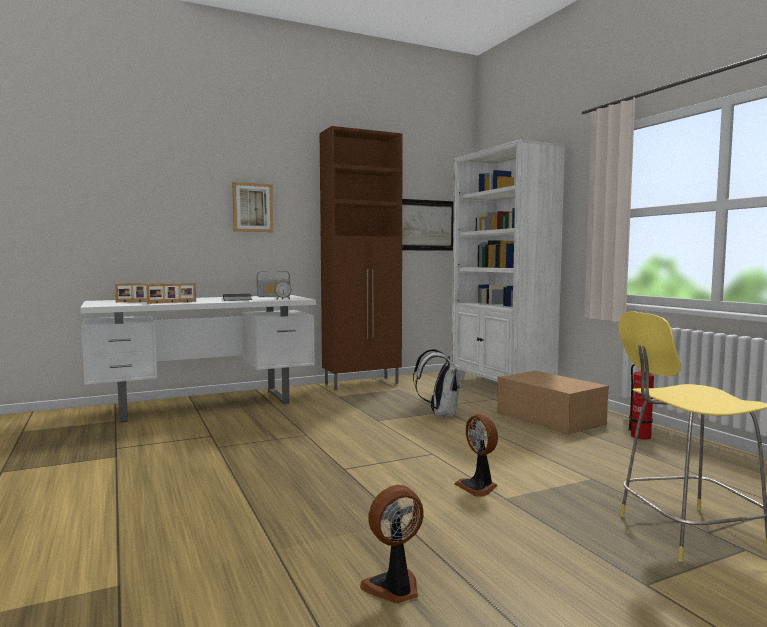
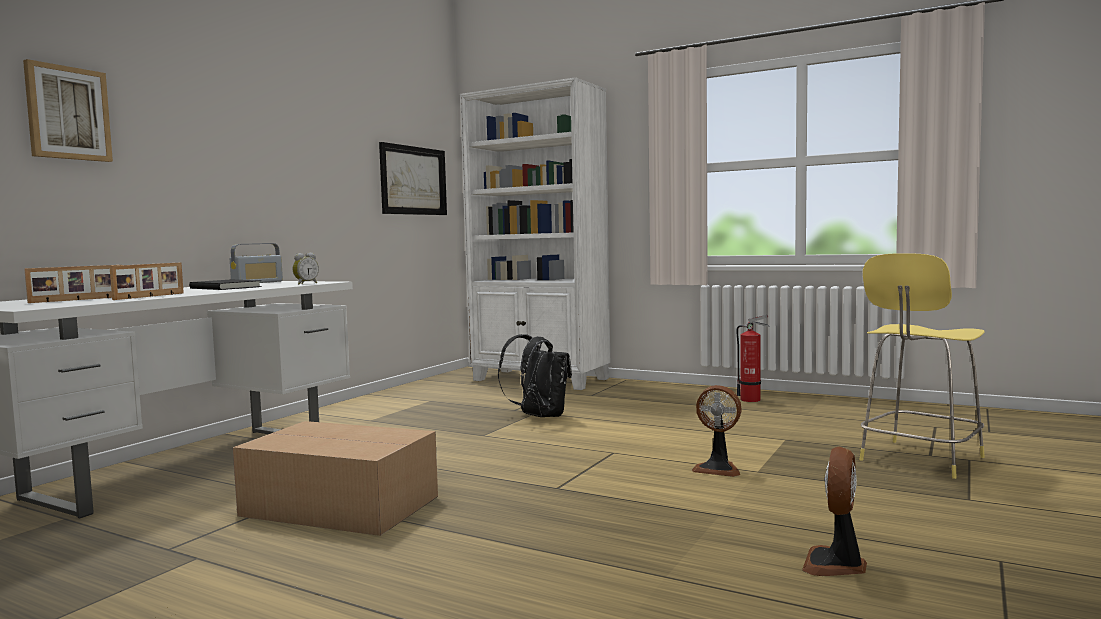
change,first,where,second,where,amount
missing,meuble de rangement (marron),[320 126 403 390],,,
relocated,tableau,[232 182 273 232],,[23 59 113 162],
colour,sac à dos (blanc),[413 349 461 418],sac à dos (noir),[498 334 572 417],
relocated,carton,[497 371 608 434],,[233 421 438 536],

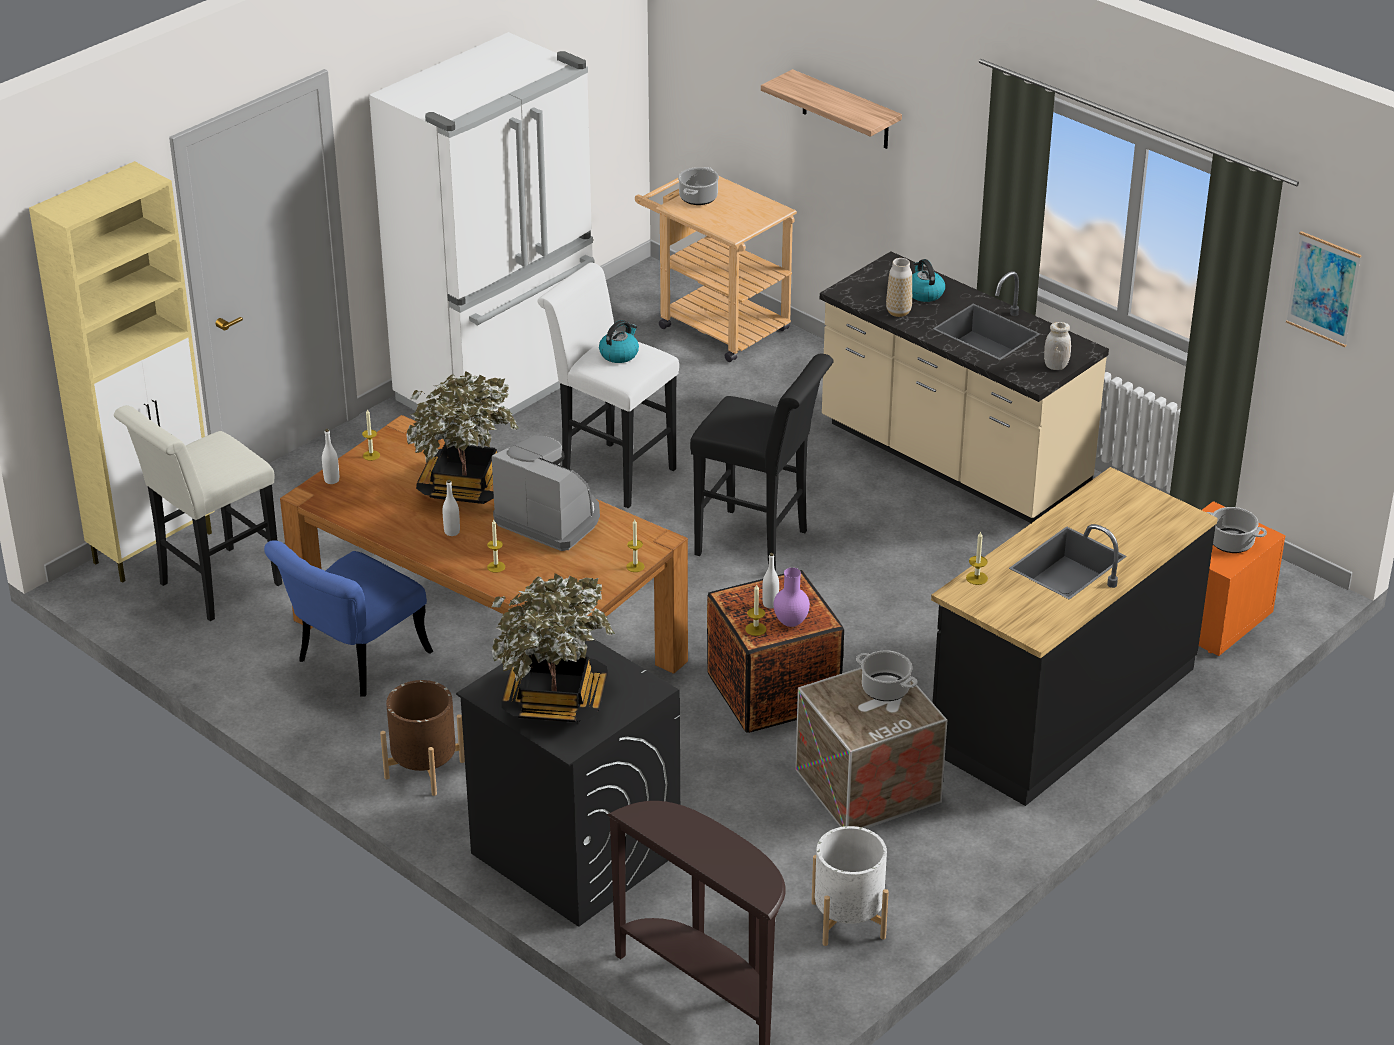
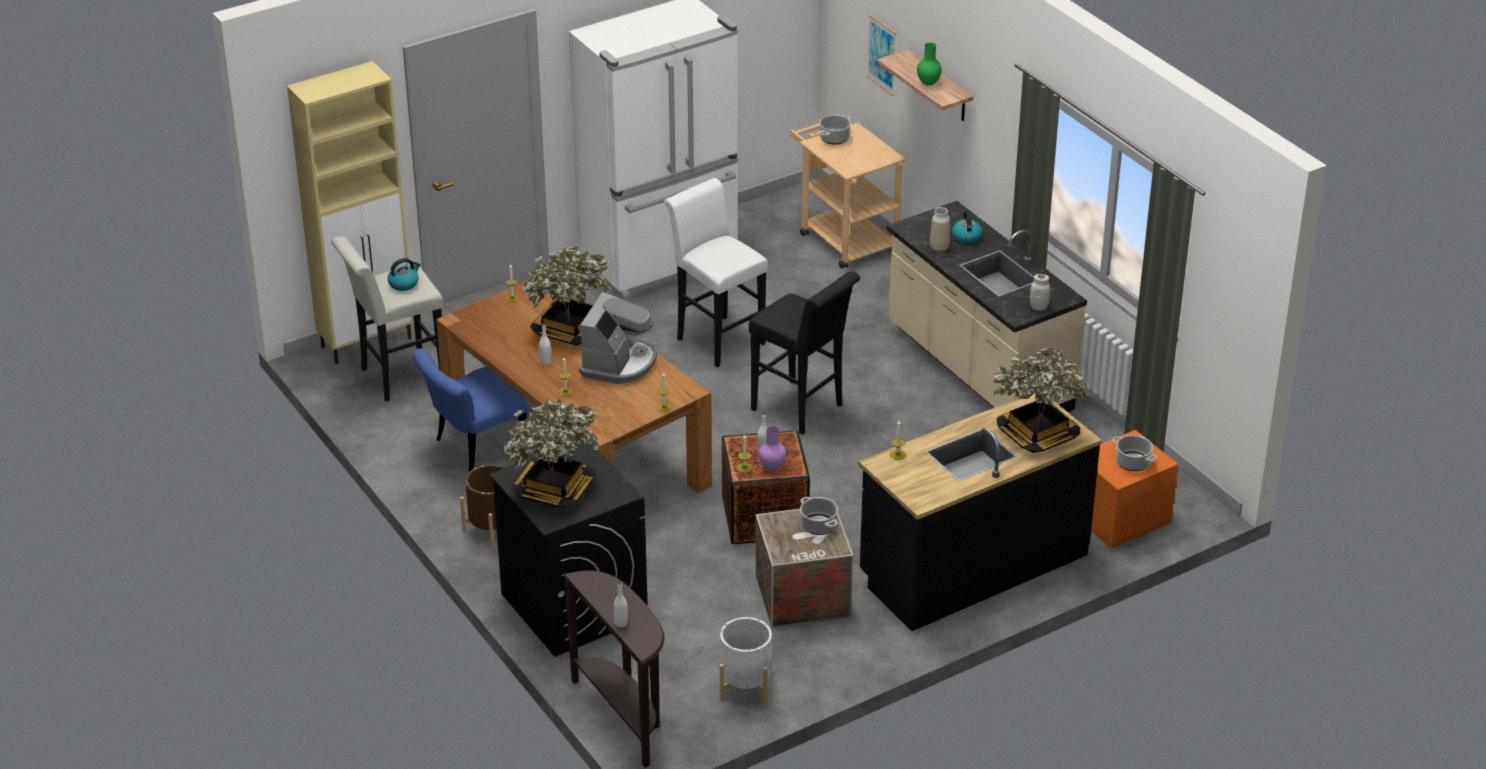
change,first,where,second,where,amount
relocated,tableau,[1286 231 1361 347],,[866 14 897 96],
relocated,bouilloire,[599 320 639 363],,[387 258 421 291],
relocated,bouteille (blanc),[322 429 339 484],,[614 582 628 627],
spun,machine à café,[492 436 600 551],,[579 292 657 384],60 degrees clockwise
appeared,,,vase (vert),[917 43 942 85],
appeared,,,plante en pot,[991 347 1089 453],

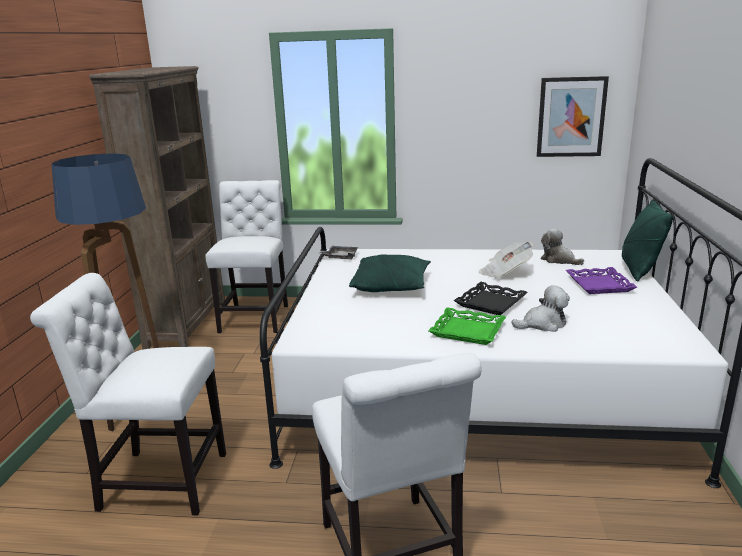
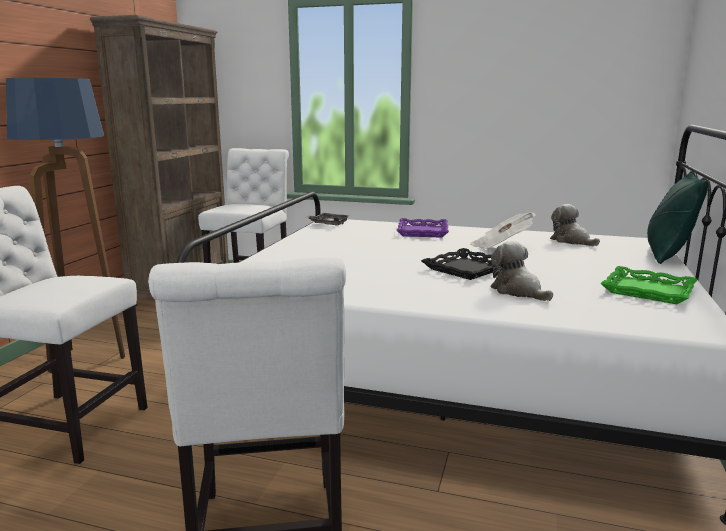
change,first,where,second,where,amount
missing,tableau,[537 76 609 157],,,
missing,coussin (vert),[349 255 431 292],,,
relocated,plateau (violet),[566 267 637 294],,[397 218 449 238],
spun,peluche,[512 285 570 332],,[490 241 553 301],120 degrees counterclockwise
relocated,plateau (vert),[428 307 506 345],,[600 266 698 304],

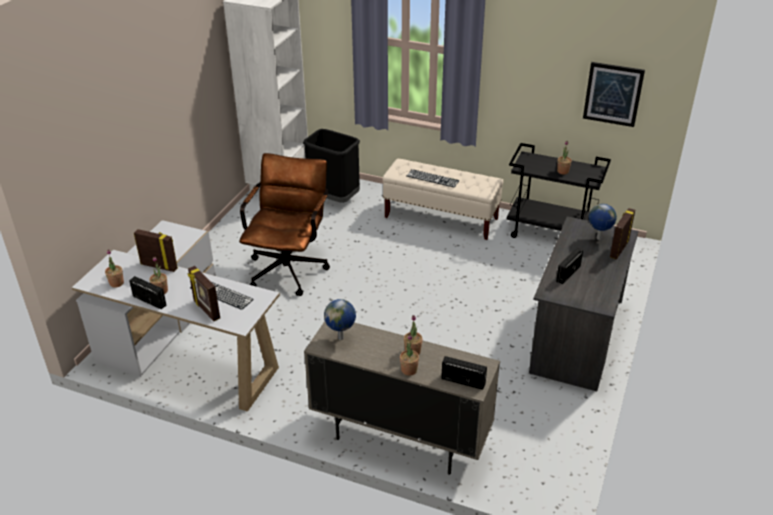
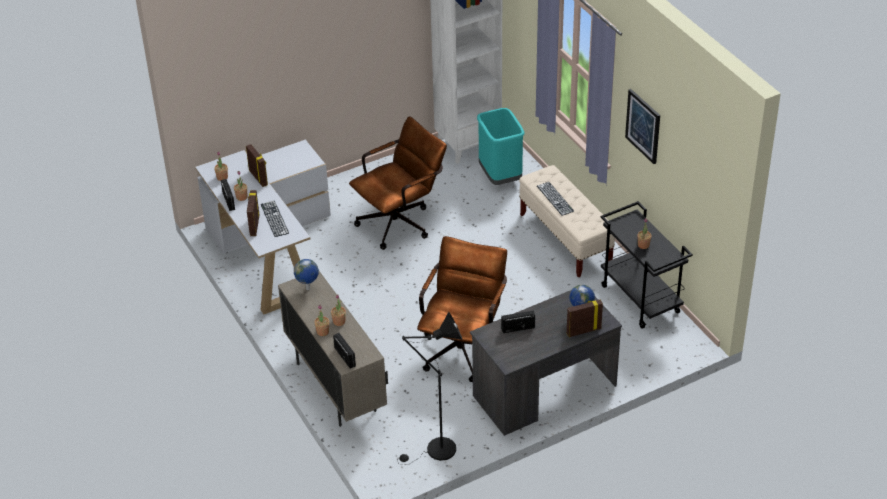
change,first,where,second,where,amount
relocated,tableau,[583 62 645 127],,[625 89 660 164],
colour,poubelle (noir),[303 129 360 203],poubelle (turquoise),[477 108 524 185],
appeared,,,chaise de bureau (marron),[417 236 507 382],
appeared,,,lampadaire (noir),[397 312 463 465],

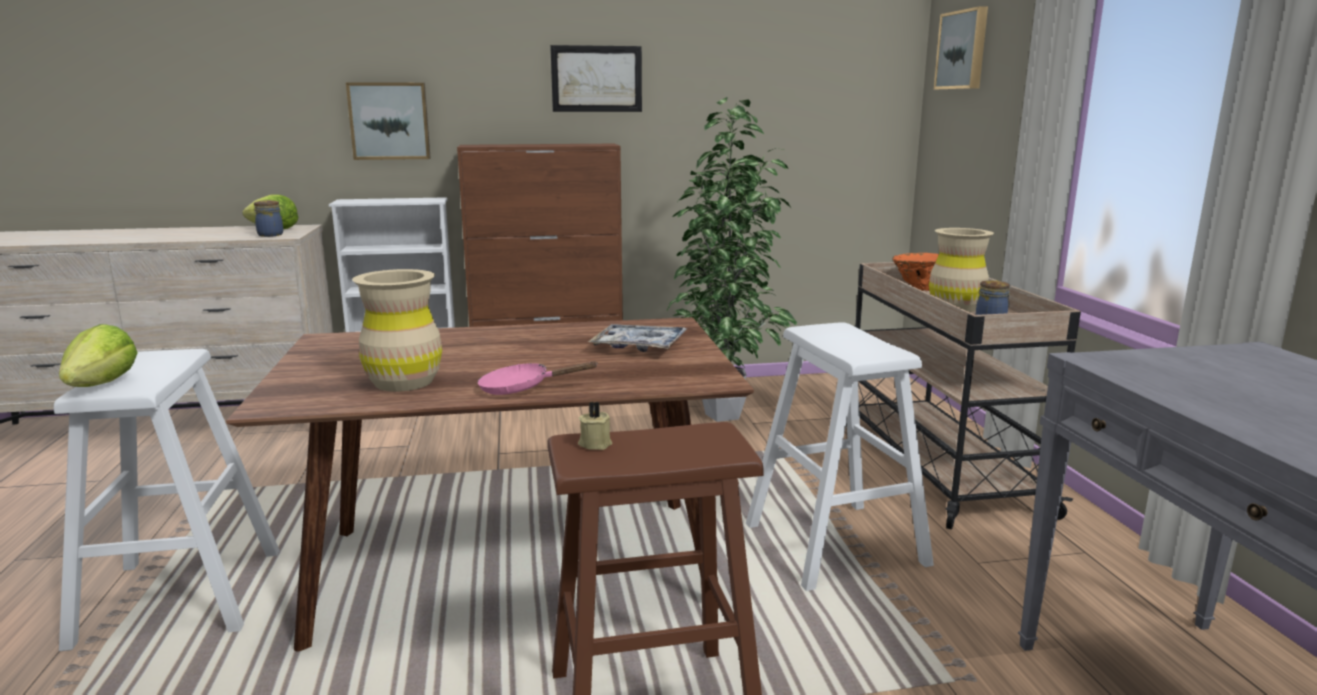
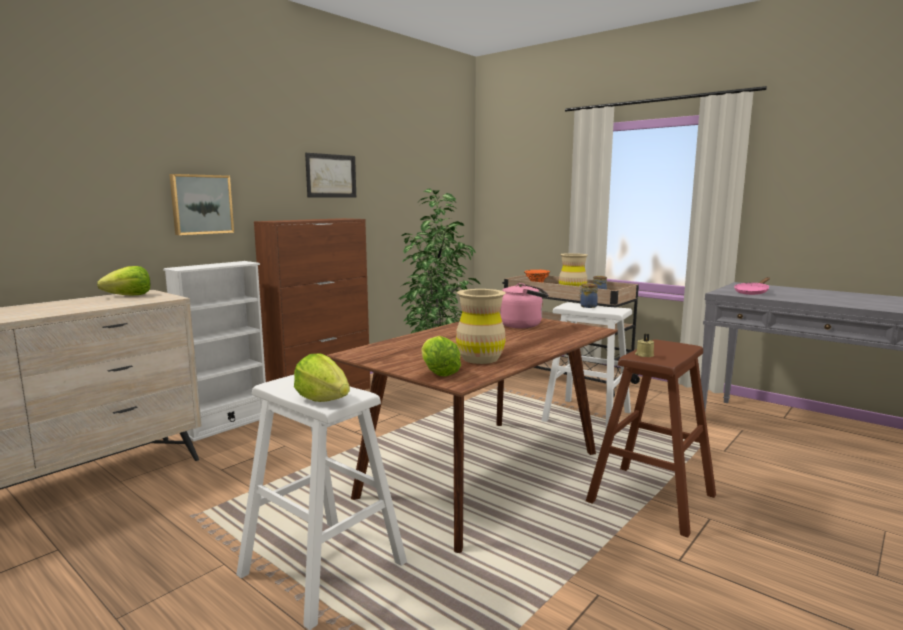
change,first,where,second,where,amount
missing,tableau,[934 6 988 90],,,
relocated,bocal,[254 200 283 237],,[579 283 598 308],
exchanged,plateau,[588 324 687 352],bouilloire (rose),[500 283 549 328],
relocated,poêle (rose),[478 361 598 395],,[734 277 770 295],
appeared,,,laitue,[421 336 461 377],

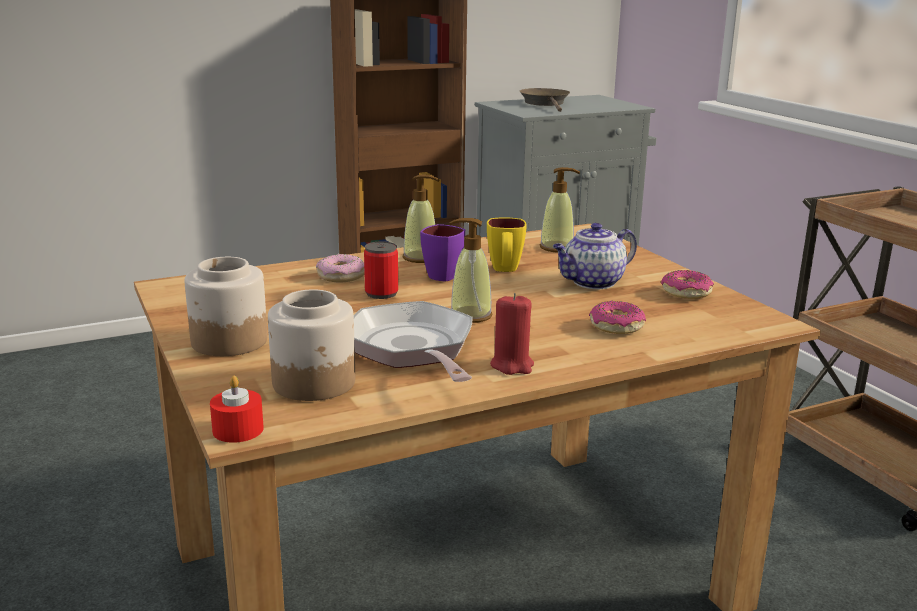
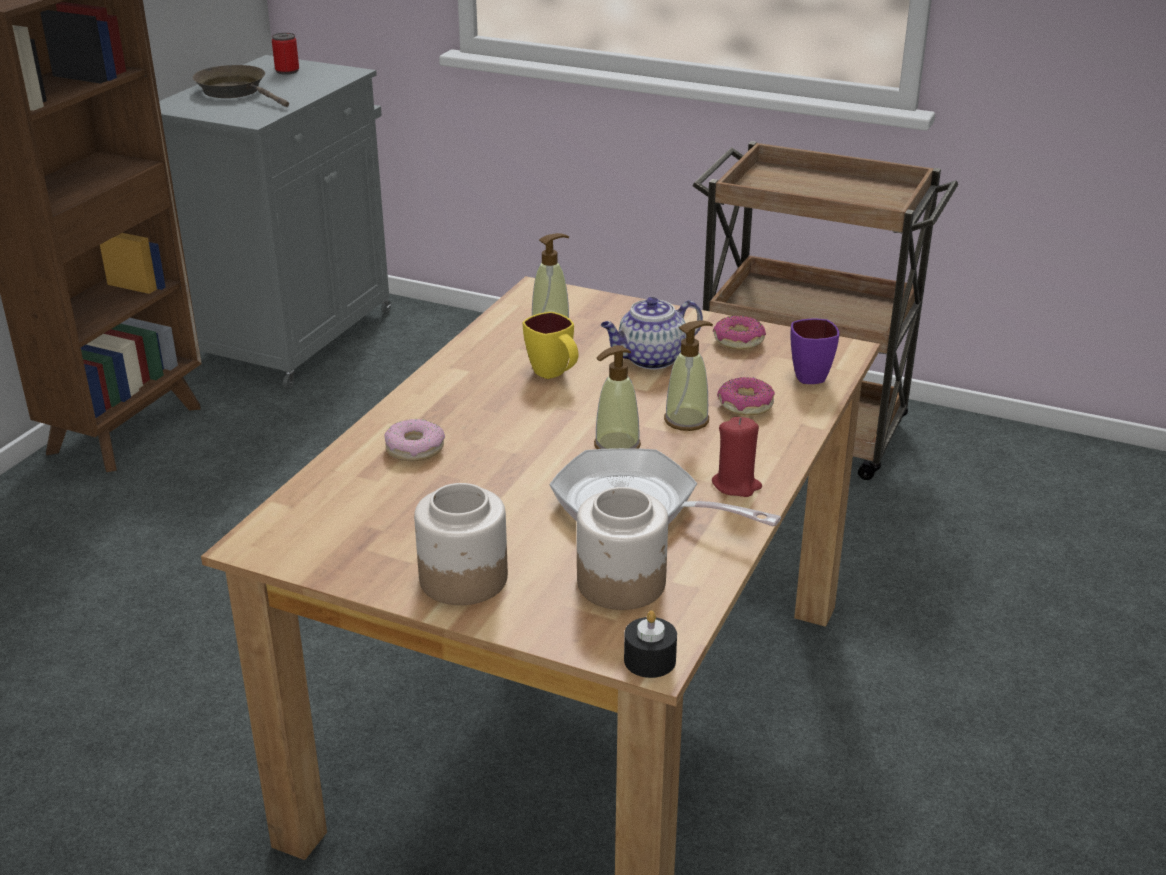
change,first,where,second,where,amount
relocated,distributeur de savon,[403 174 440 263],,[664 320 713 431],
spun,théière,[553 223 637 289],,[601 297 703 370],45 degrees clockwise
relocated,mug (violet),[420 224 465 282],,[791 319 839 384],
relocated,boîte métallique,[364 241 398 299],,[272 33 299 75],
colour,bougie (rouge),[210 376 264 443],bougie (noir),[624 610 677 678],

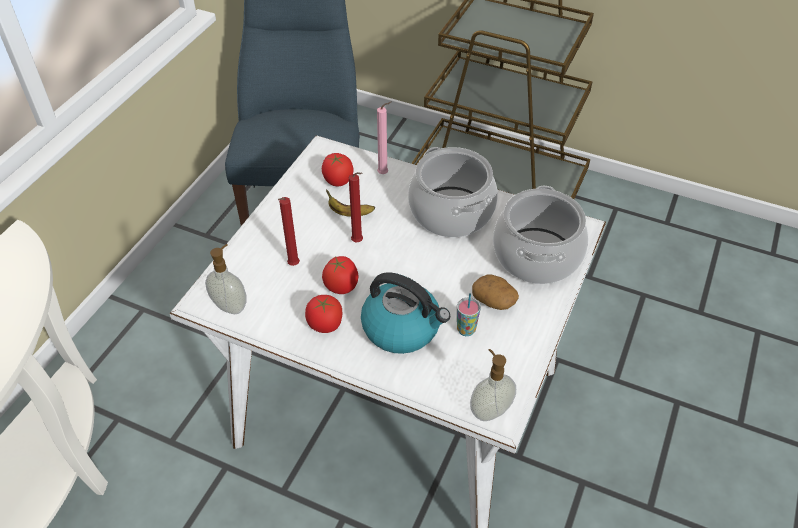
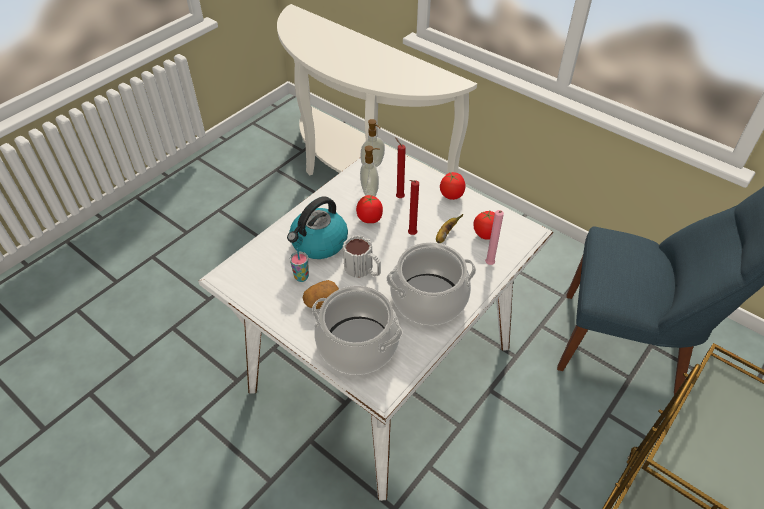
change,first,where,second,where,amount
relocated,tomate,[305 295 342 333],,[440 172 466 200],
relocated,distributeur de savon,[470 349 516 421],,[360 146 380 197],
appeared,,,mug,[343 235 381 278],

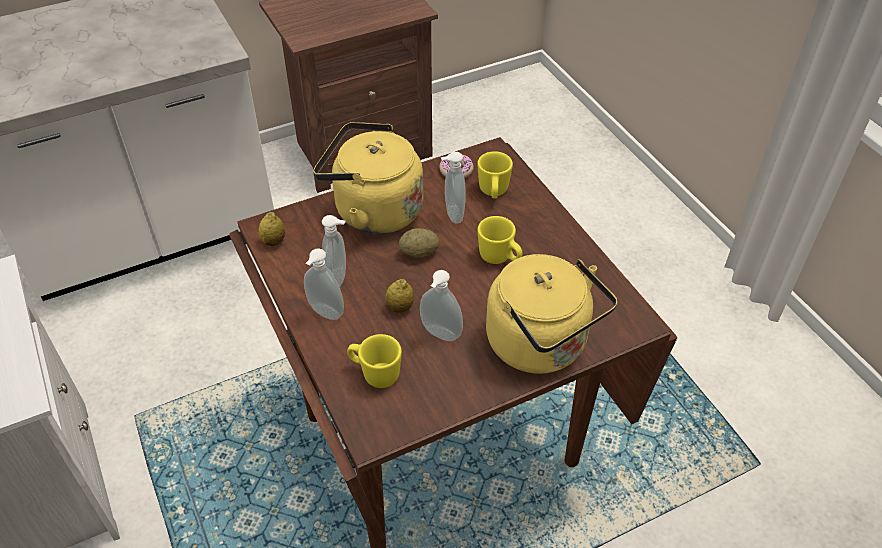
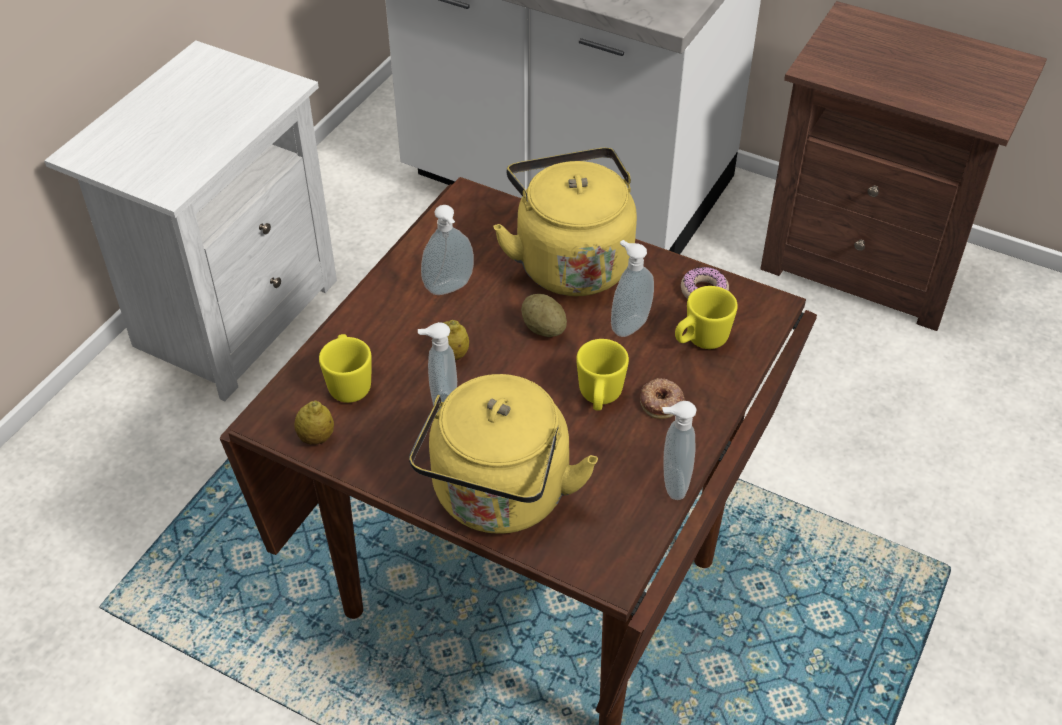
change,first,where,second,where,amount
relocated,citron,[258 212 285 246],,[294 400 334 445],
relocated,distributeur de savon,[304 248 344 320],,[662 401 697 500],
appeared,,,beignet,[640 378 684 419],

